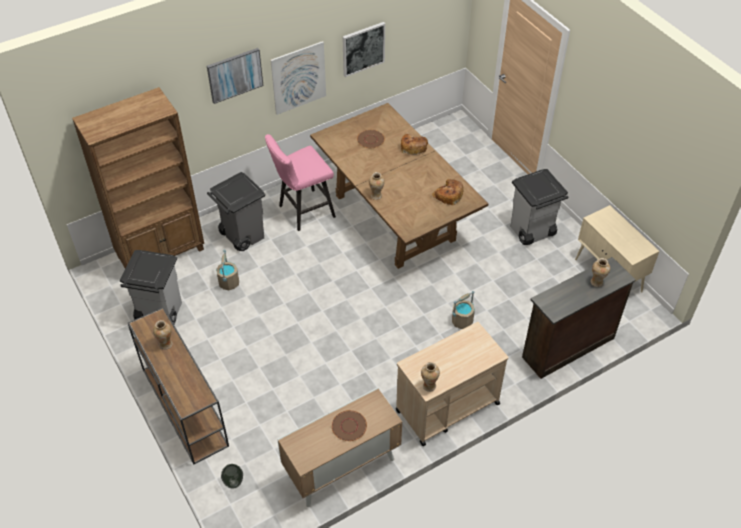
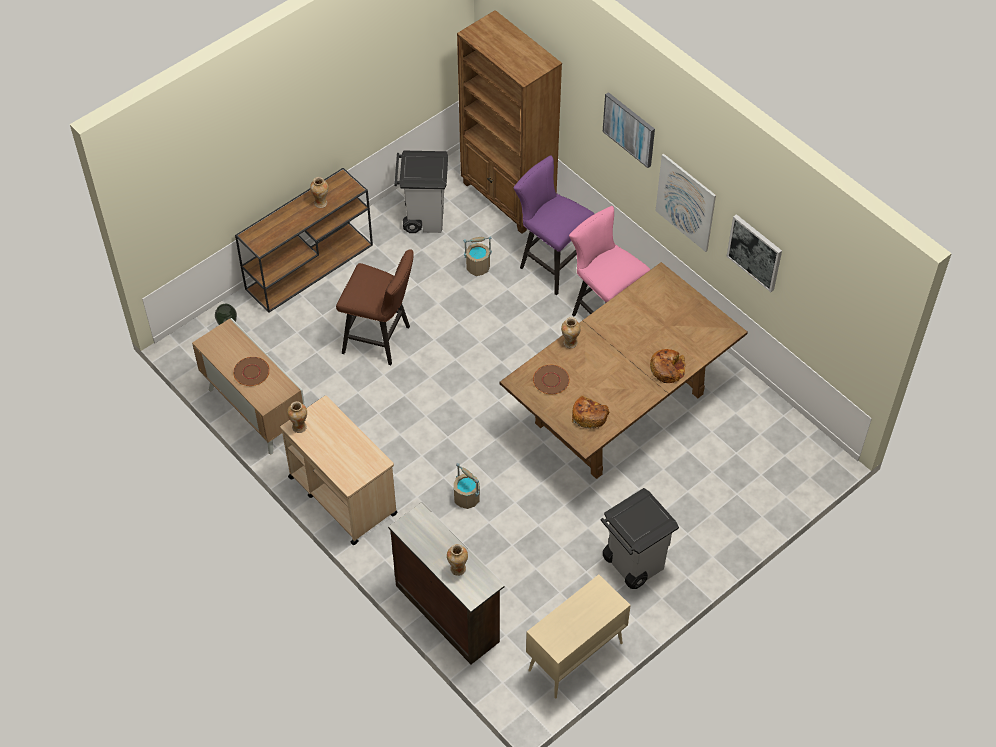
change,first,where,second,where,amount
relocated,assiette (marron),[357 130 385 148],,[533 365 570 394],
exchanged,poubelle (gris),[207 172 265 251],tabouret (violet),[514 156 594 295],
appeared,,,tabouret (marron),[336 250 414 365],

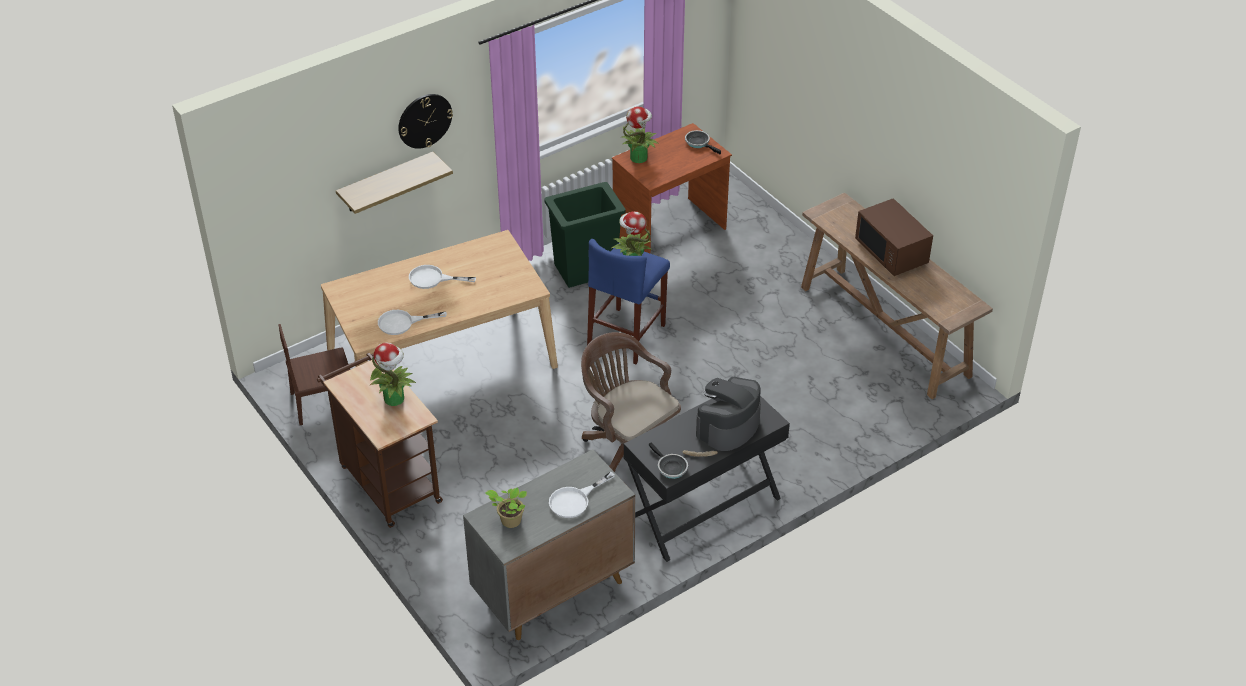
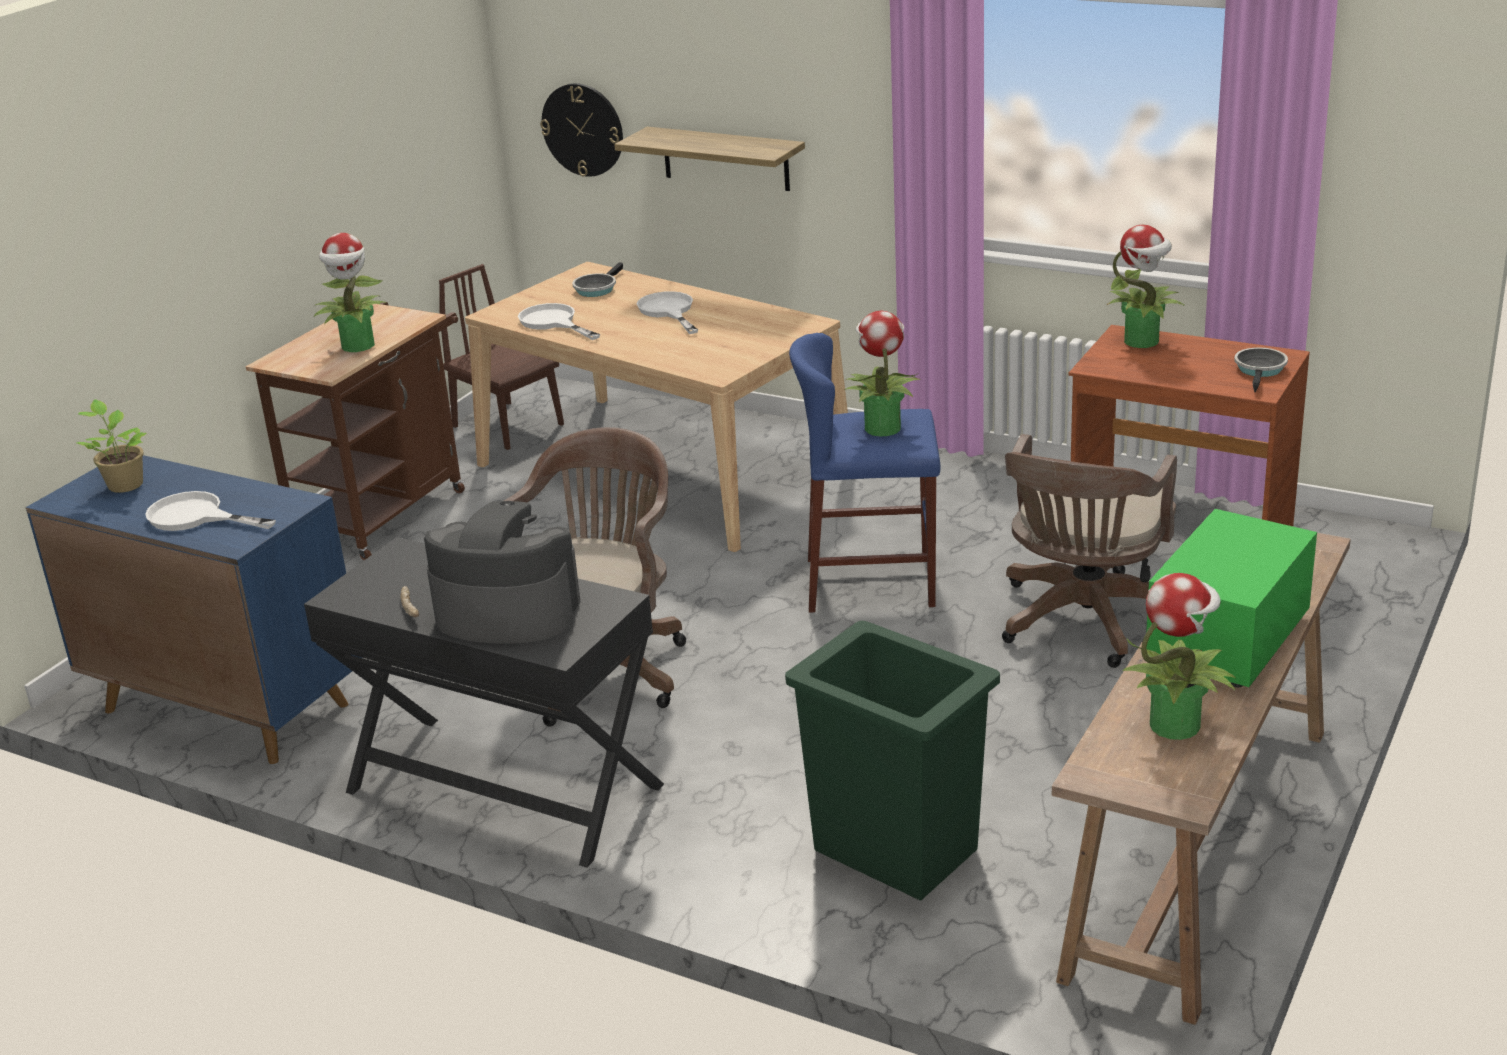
change,first,where,second,where,amount
relocated,horloge murale,[398 94 453 149],,[540 83 623 177],
relocated,poubelle (vert),[544 182 626 288],,[785 621 1000 900],
colour,micro-ondes (marron),[855 198 933 276],micro-ondes (vert),[1146 509 1317 687],
relocated,poêle,[649 443 688 479],,[572 262 623 297],
colour,meuble de rangement (gris),[463 449 635 640],meuble de rangement (bleu),[26 455 362 764],
appeared,,,chaise de bureau (marron),[1002 434 1177 668],
appeared,,,plante en pot,[1122 573 1235 740],

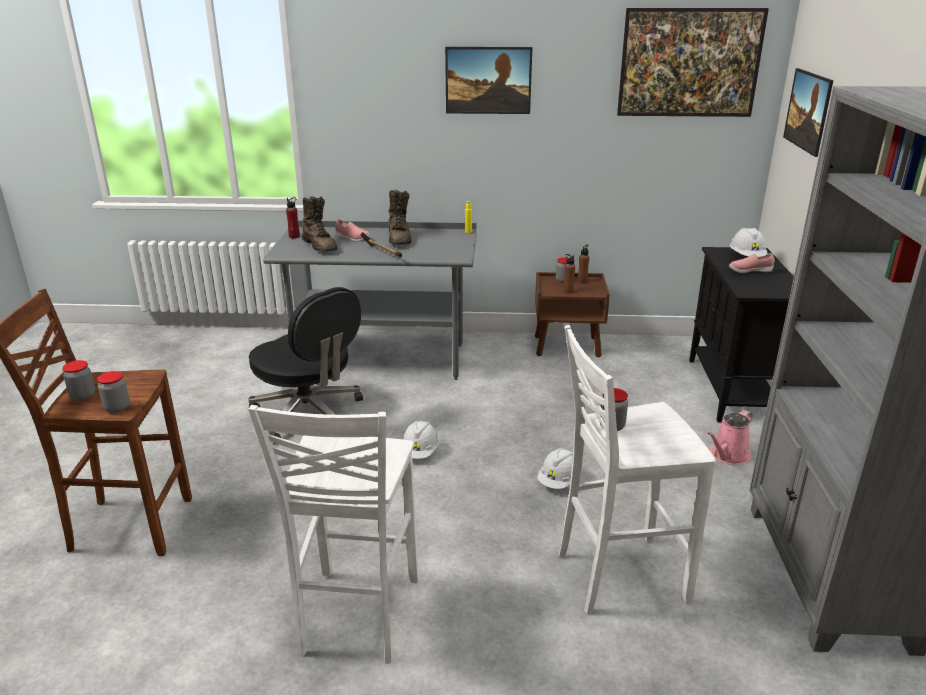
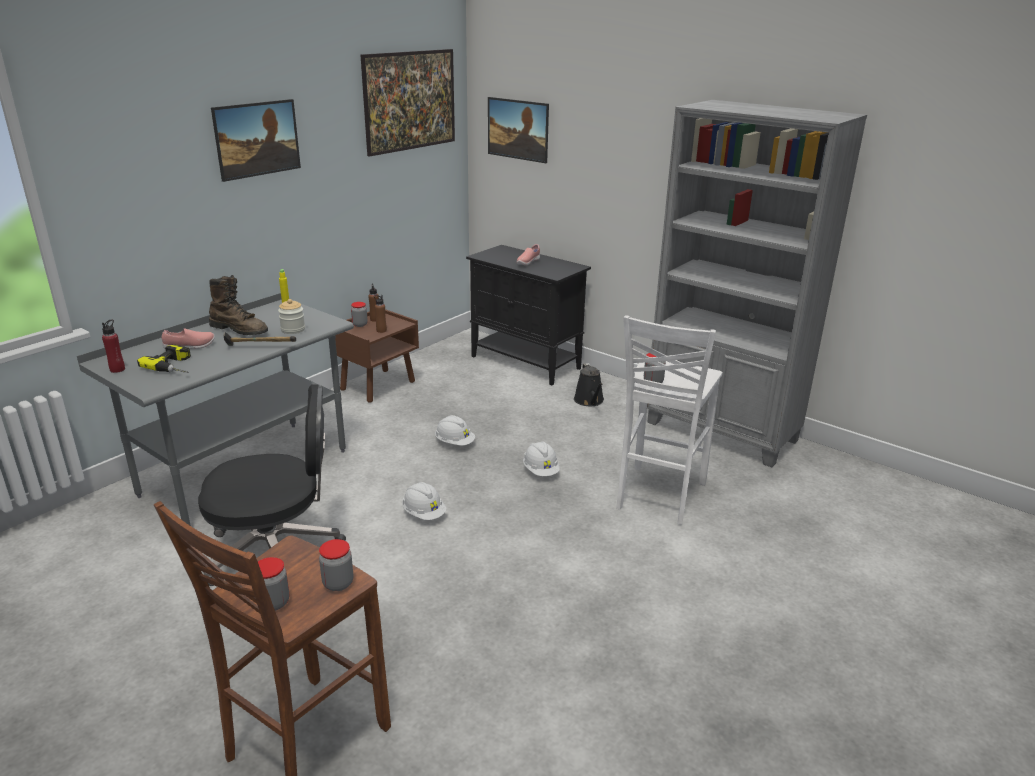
change,first,where,second,where,amount
exchanged,botte (marron),[302 196 337 252],perceuse,[137 344 191 373],
relocated,casque de chantier (blanc),[730 228 767 257],,[435 415 475 446],
missing,tabouret (blanc),[248 405 419 664],,,
colour,arrosoir (rose),[707 410 753 465],arrosoir (noir),[574 363 604 406],
appeared,,,bocal,[278 299 305 334],

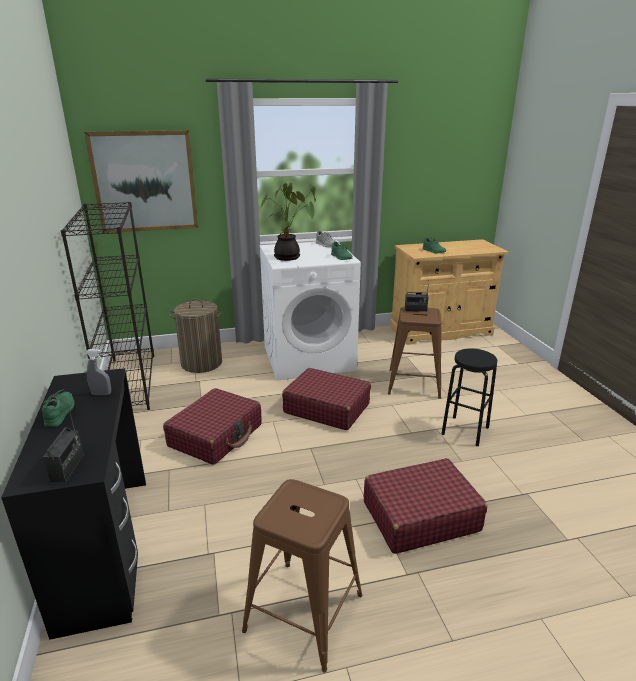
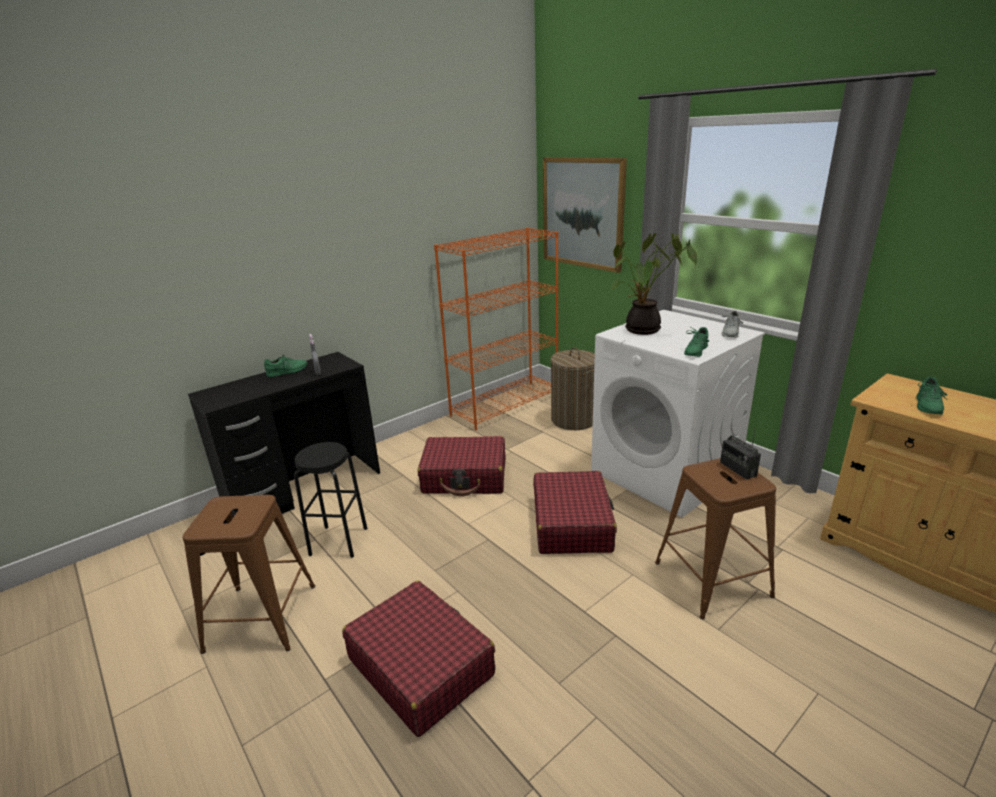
change,first,where,second,where,amount
colour,bibliothèque (noir),[61 202 154 410],bibliothèque (orange),[434 227 559 430],
relocated,tabouret (noir),[441 348 498 446],,[294 442 367 558],
missing,radio,[43 404 84 482],,,

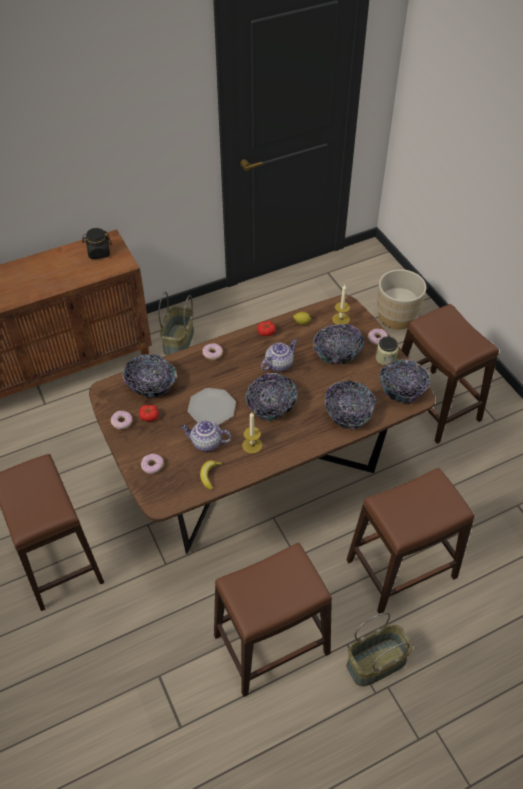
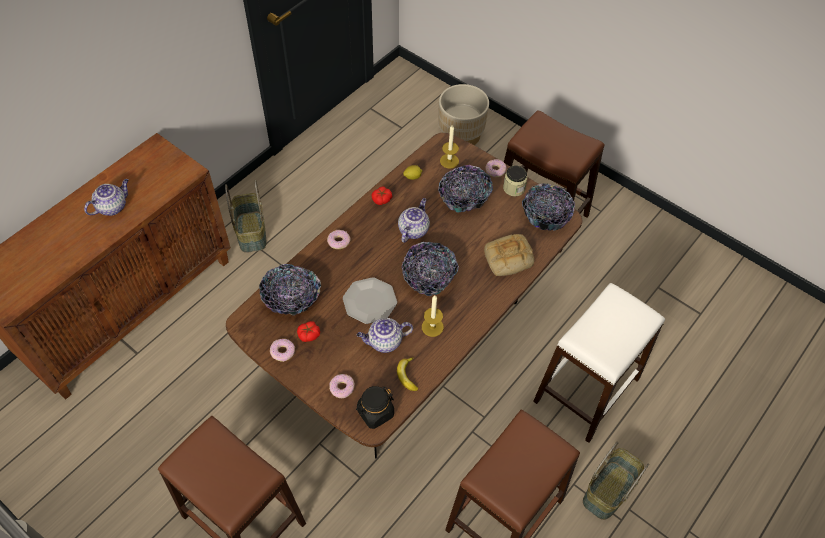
change,first,where,second,where,amount
relocated,bocal (noir),[82 228 112 259],,[356 386 394 429],
exchanged,bol,[325 381 376 429],pain,[484 234 534 276],
colour,tabouret (marron),[347 468 475 614],tabouret (blanc),[533 283 665 443],
appeared,,,théière,[84 179 129 216],

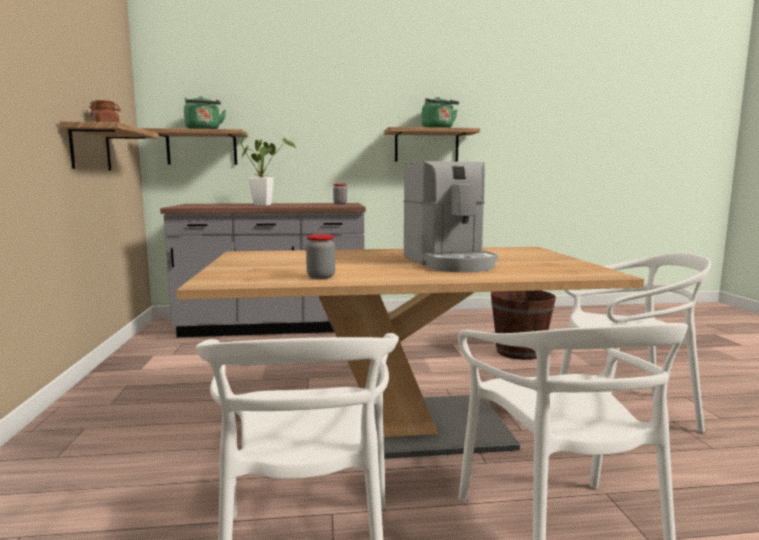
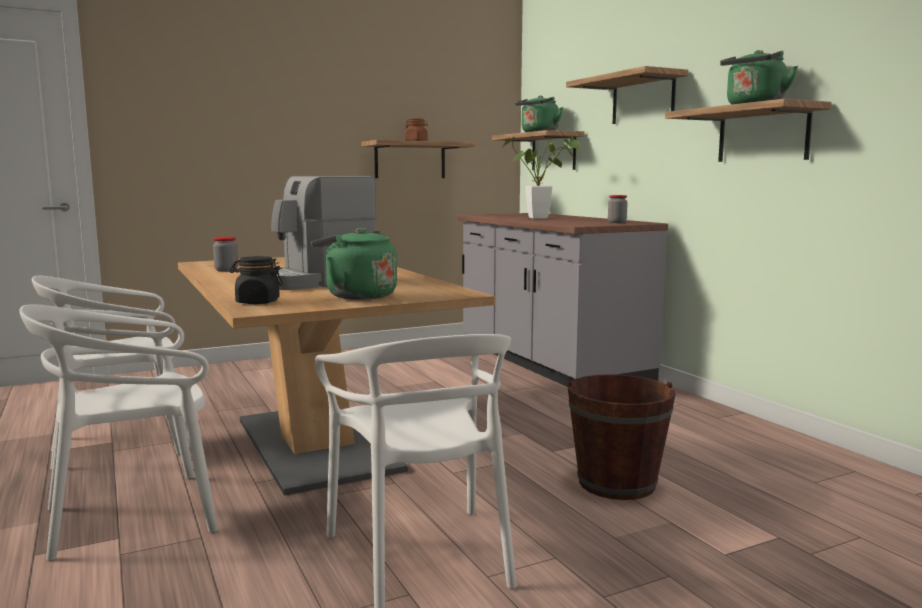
change,first,where,second,where,amount
appeared,,,étagère,[566 66 689 124],
appeared,,,bouilloire (vert),[311 228 397 300],
appeared,,,bocal (noir),[230 256 283 304],

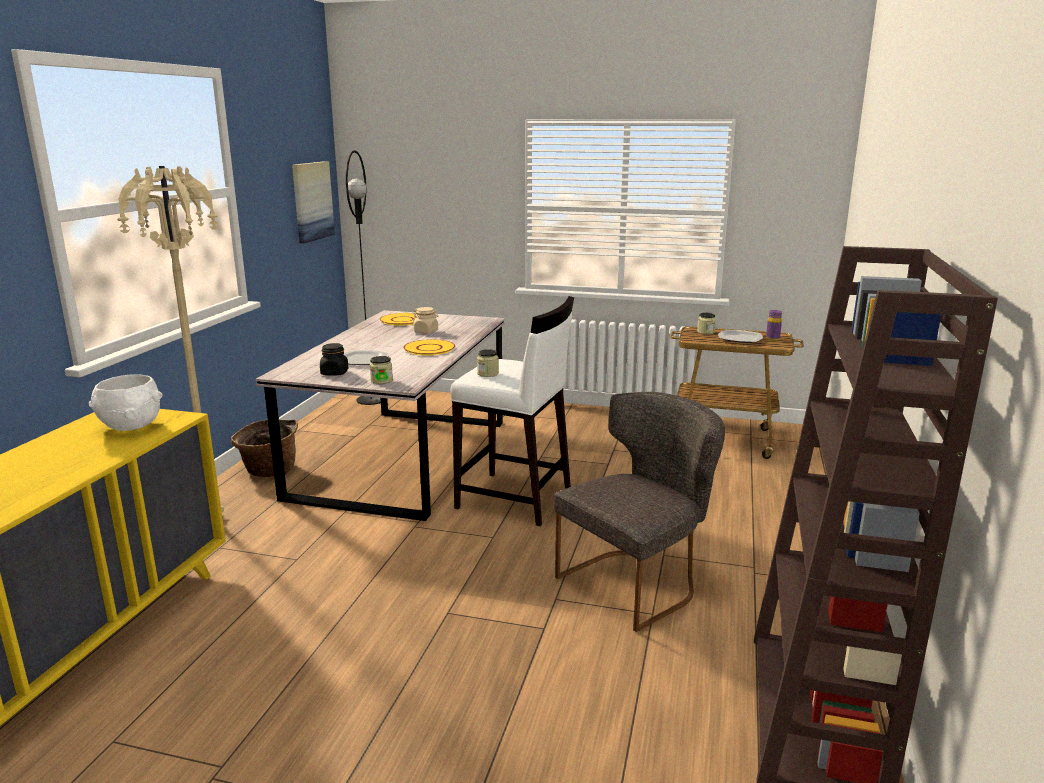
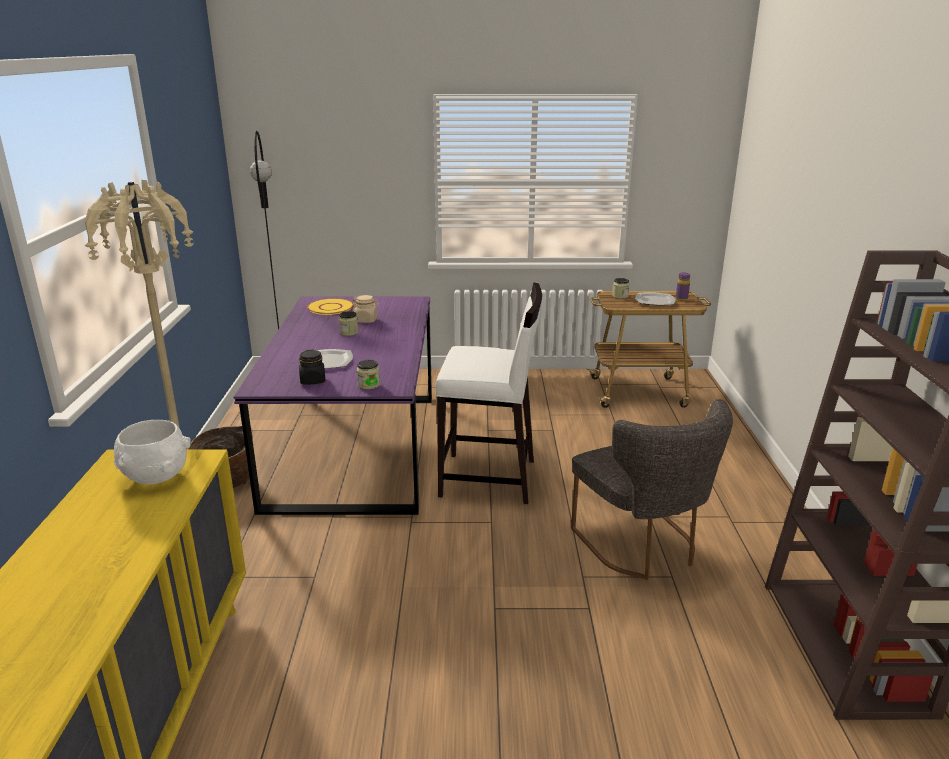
change,first,where,second,where,amount
missing,tableau,[292 161 335 243],,,
colour,table à manger (gris),[256 310 505 521],table à manger (violet),[234 296 432 515],
missing,assiette (jaune),[403 339 455 356],,,
relocated,bocal,[477 349 499 377],,[339 311 359 336],
spun,chaise (gris),[554 392 725 632],,[571 399 733 580],120 degrees clockwise

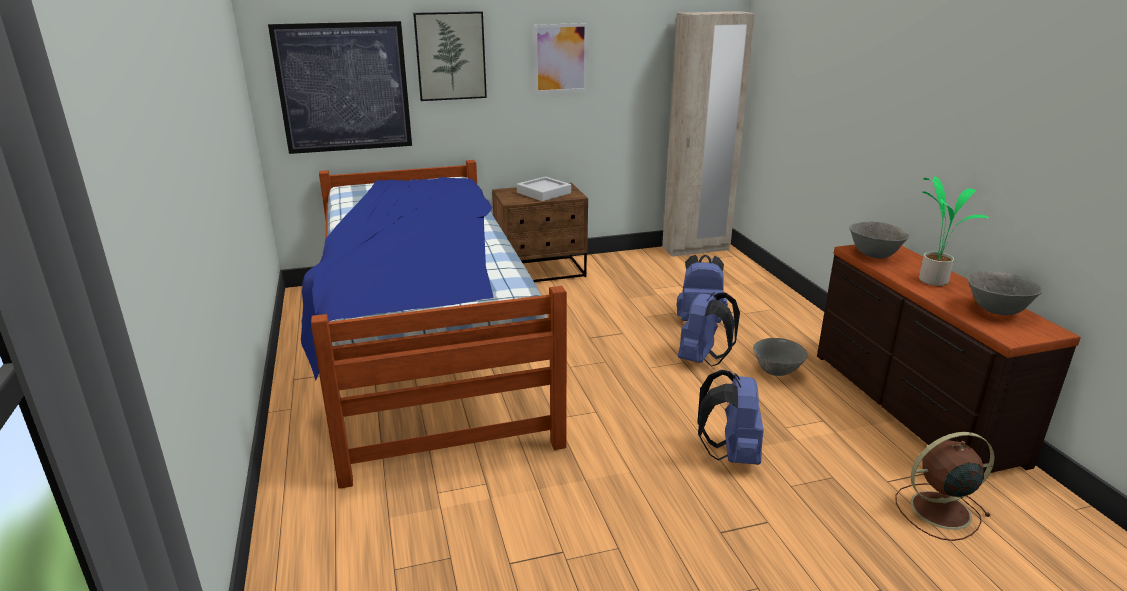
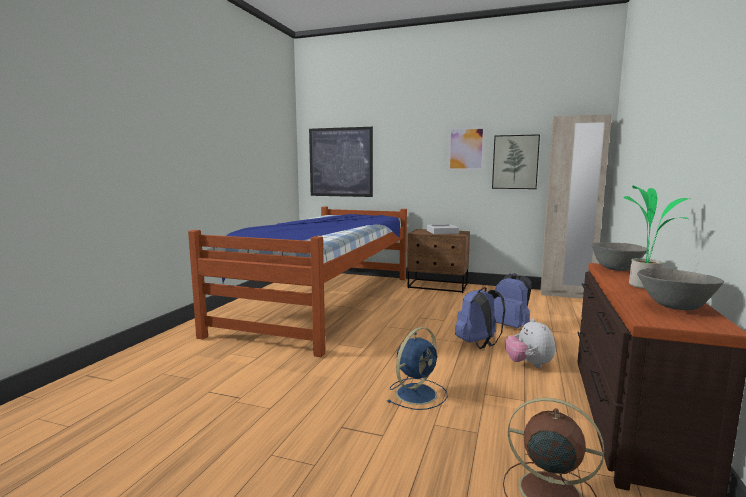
change,first,where,second,where,amount
relocated,tableau,[413 11 487 101],,[492 134 540 189],
exchanged,bol (gris),[753 338 807 376],peluche,[505 318 555 368],
exchanged,sac à dos (bleu),[697 370 764 465],ventilateur (bleu),[387 327 448 410],

